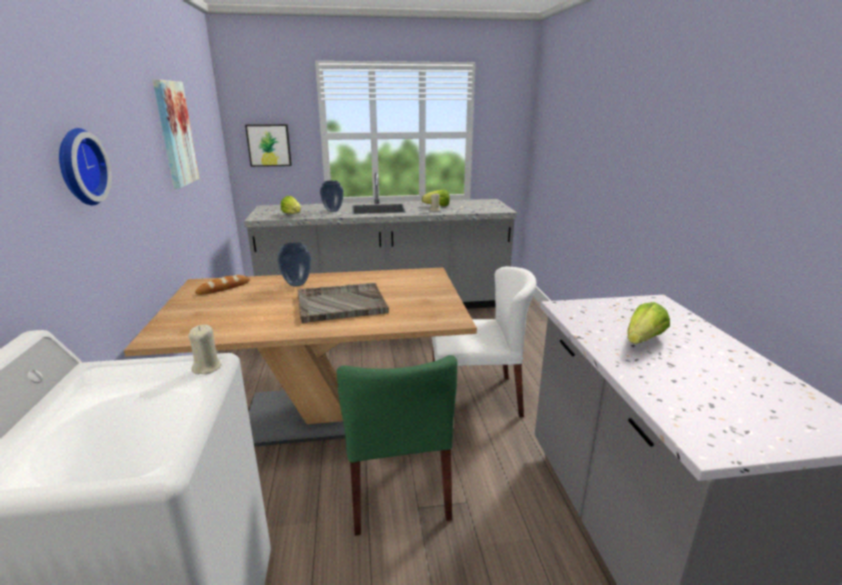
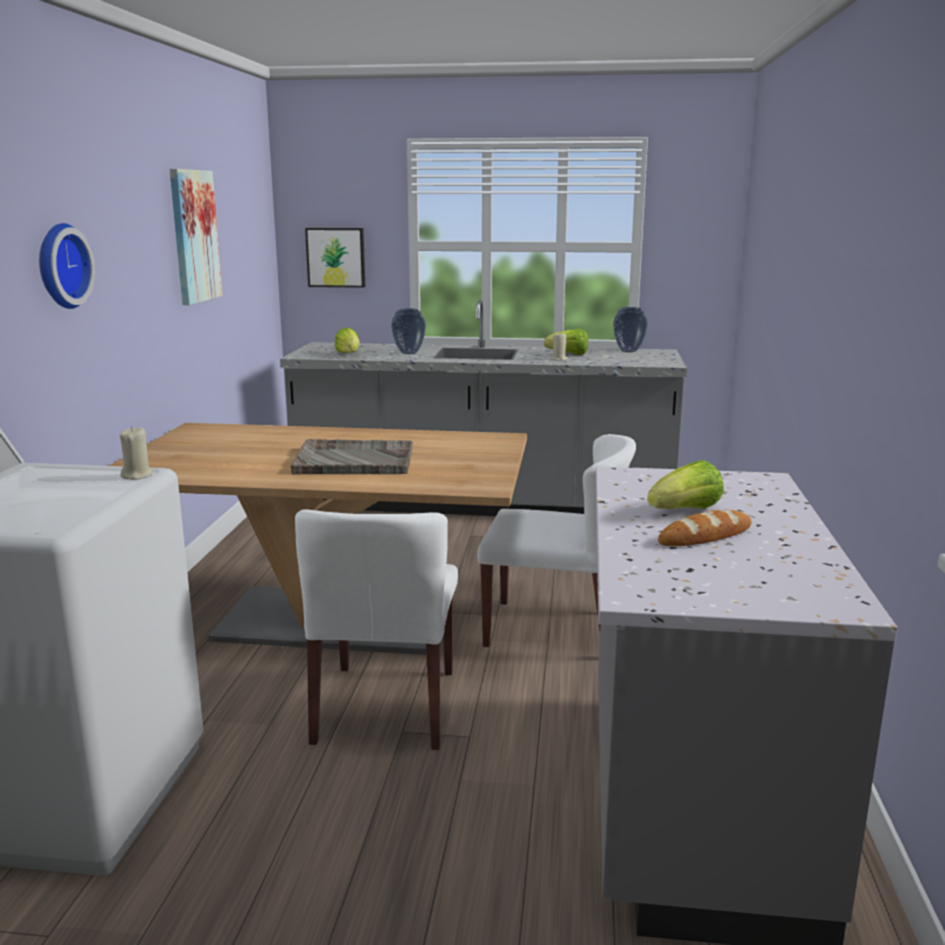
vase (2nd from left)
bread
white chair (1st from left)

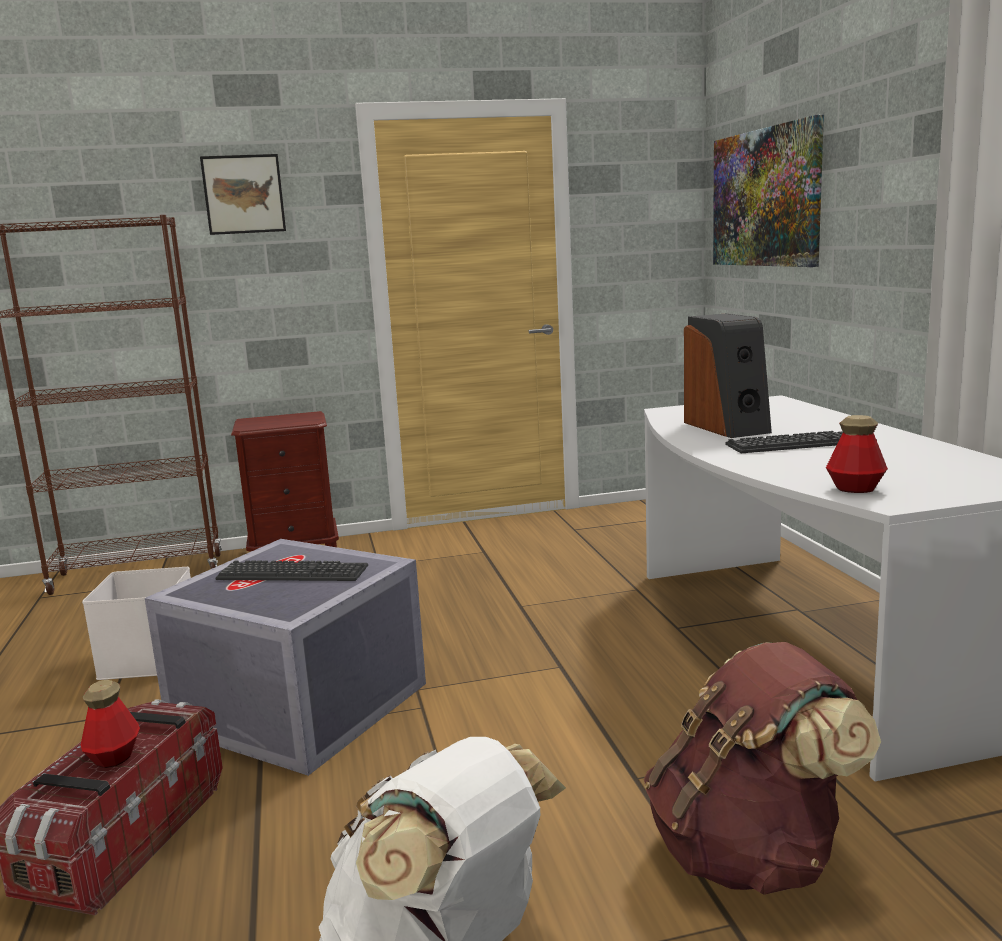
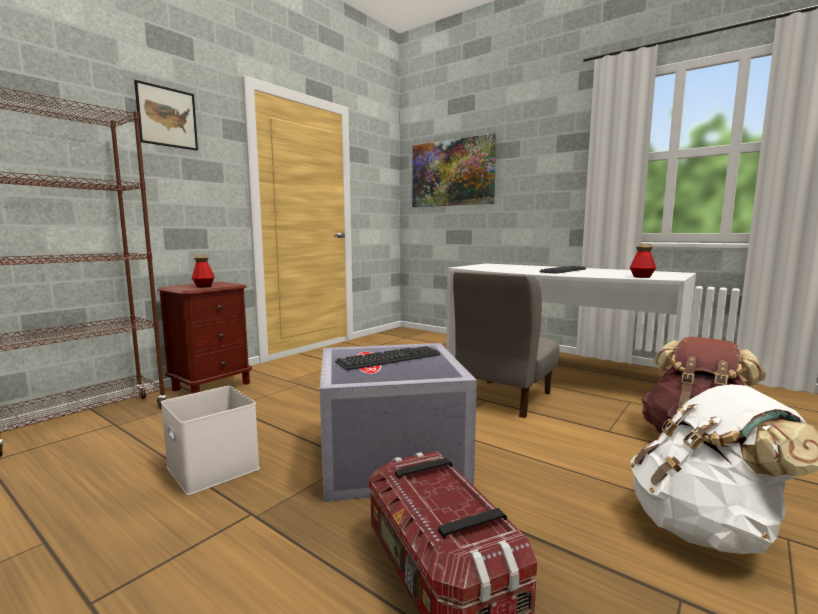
audio speaker
drink bottle (1st from left)
gray chair

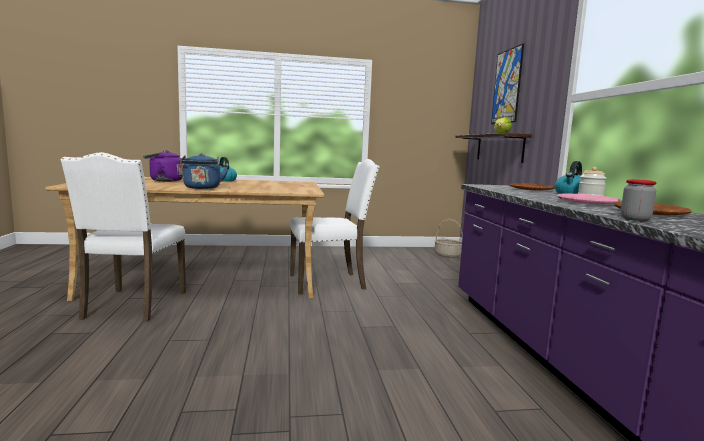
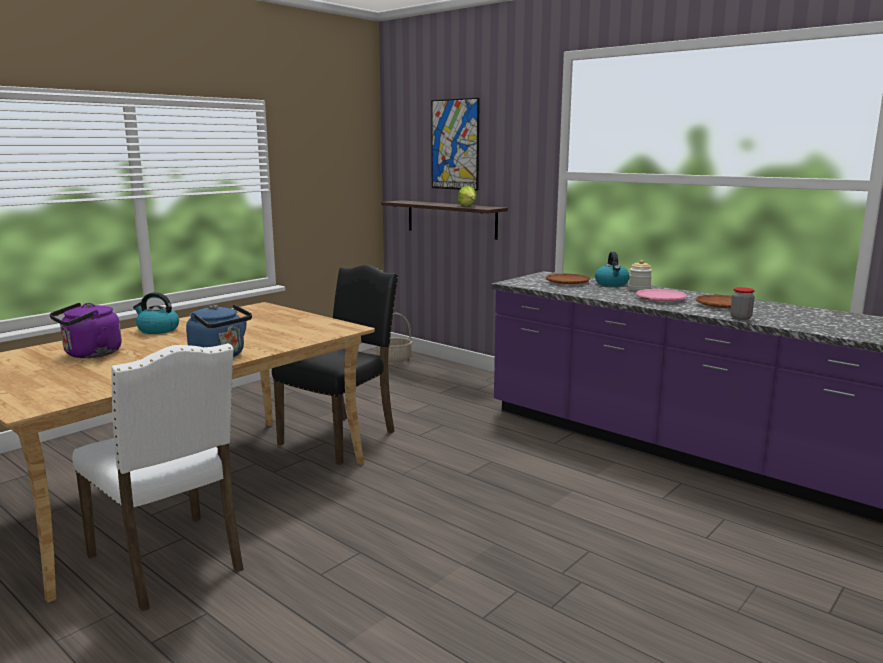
black chair

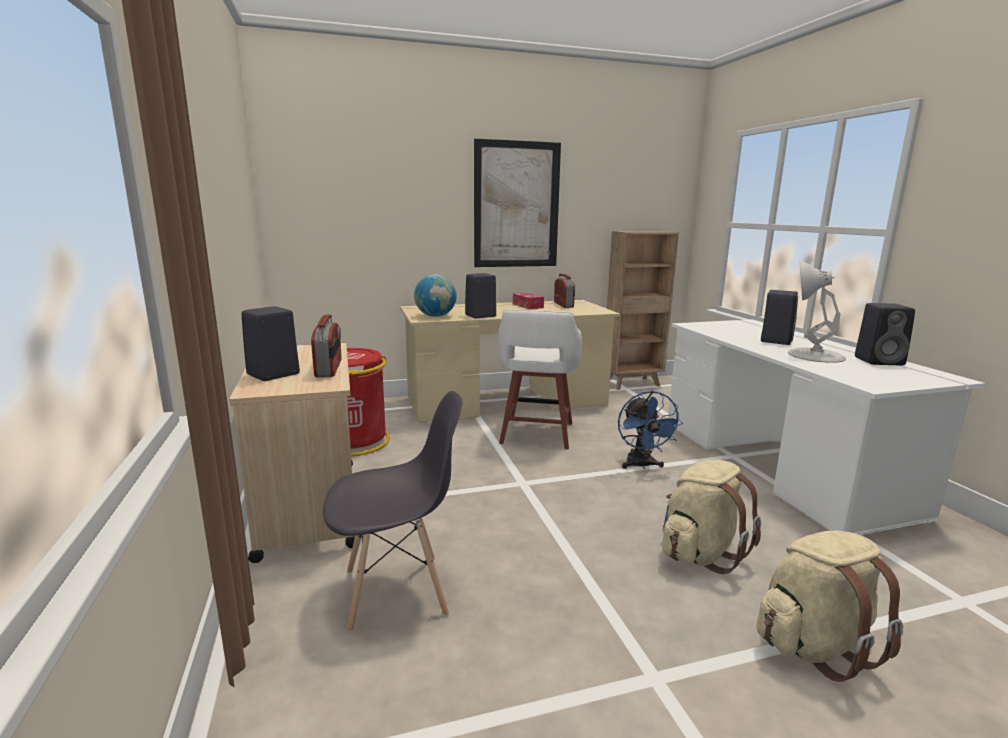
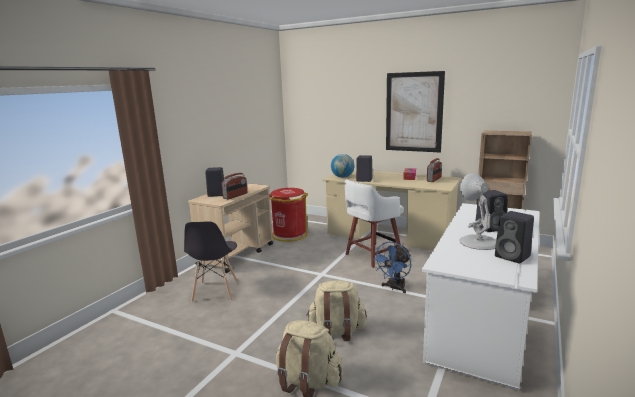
gray chair

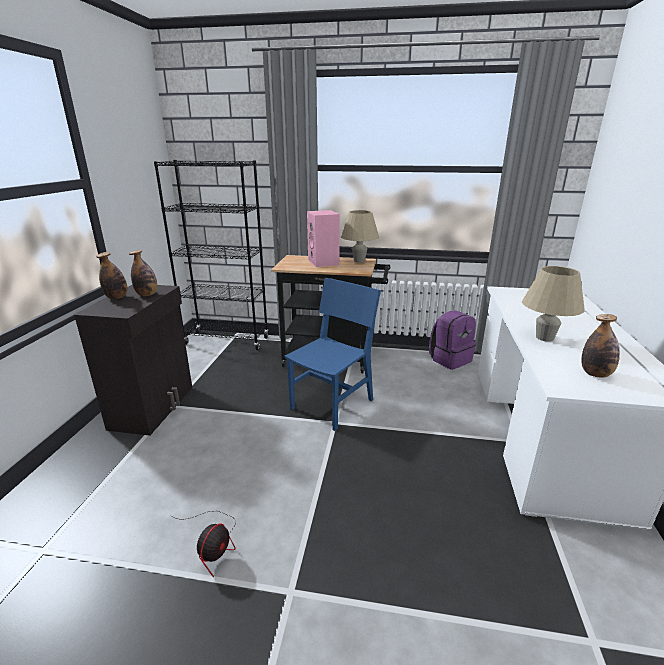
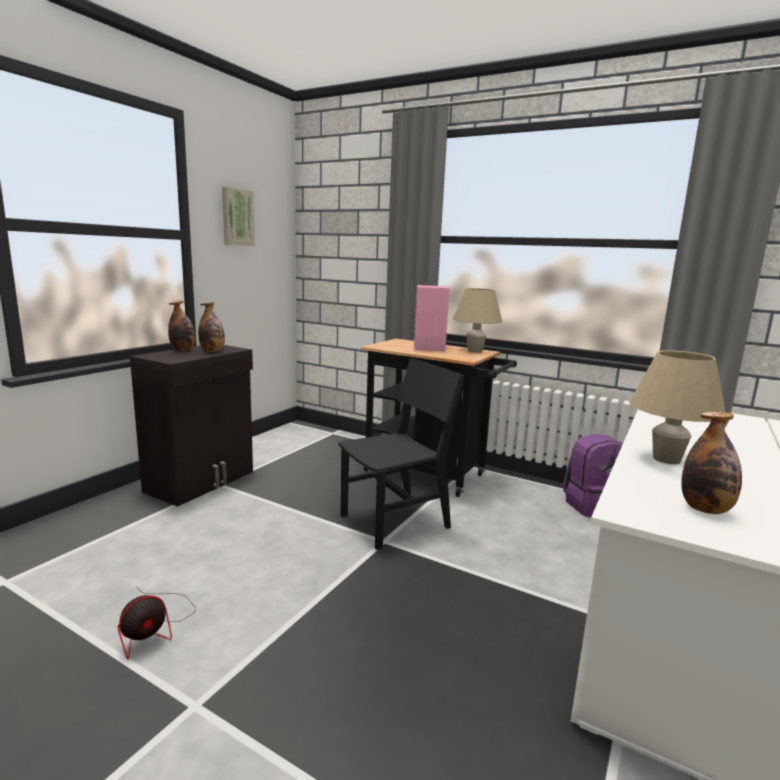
black bookcase
black chair
wall picture

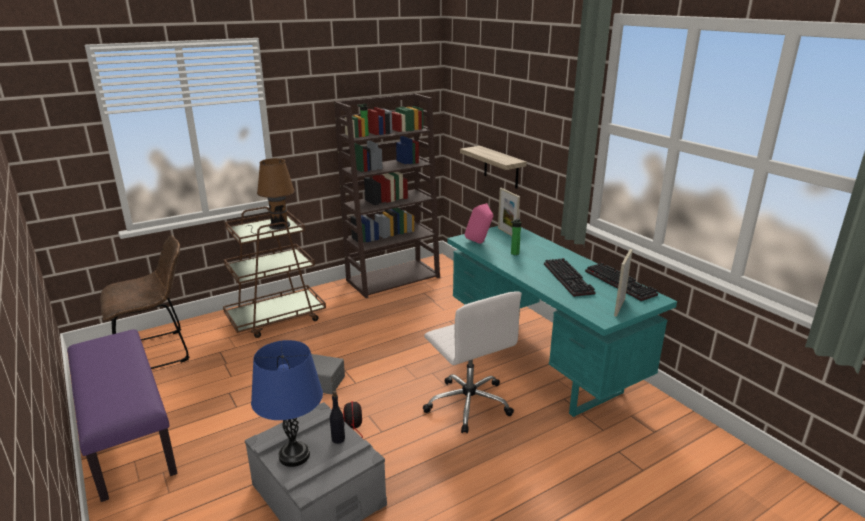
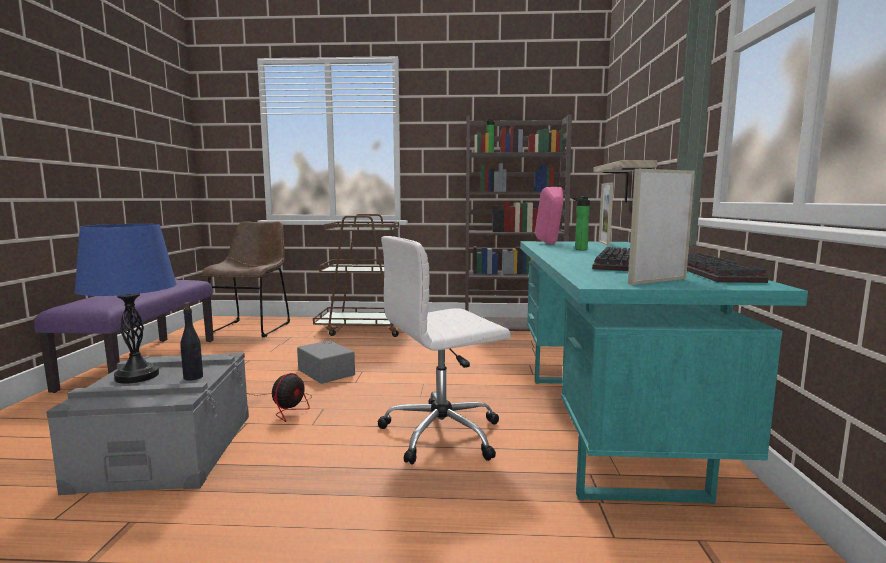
brown table lamp
brown chair
white office chair

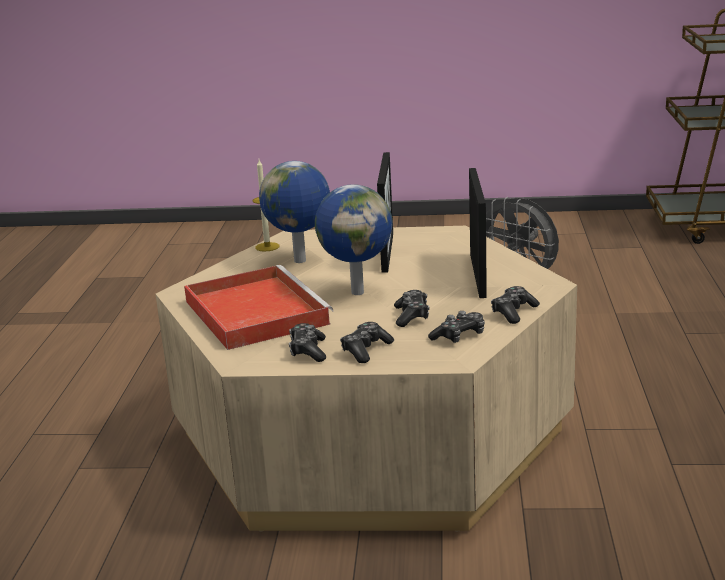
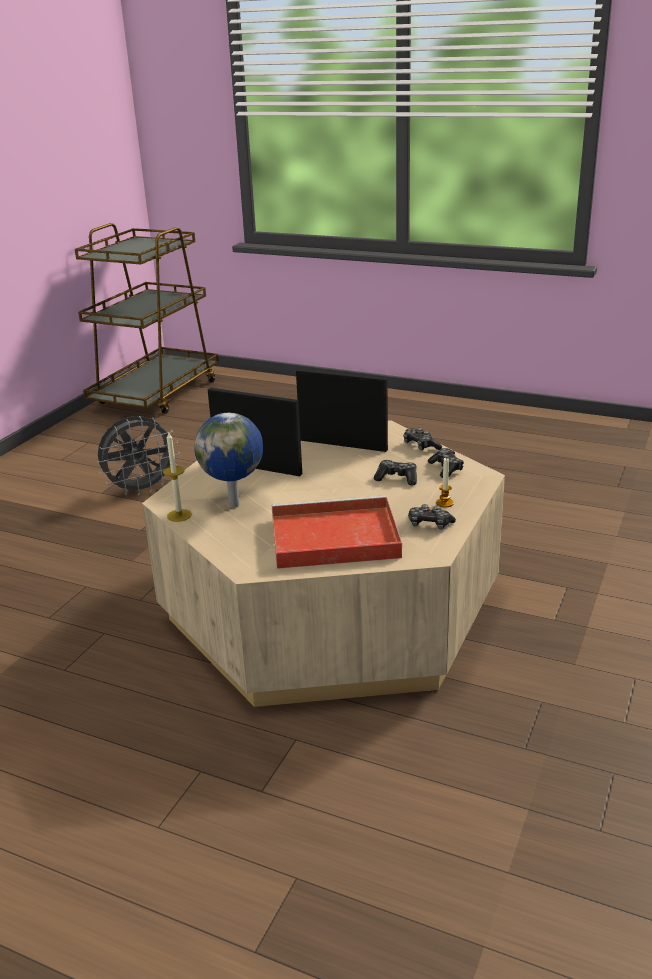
world globe (2nd from left in the first image)
wax candle (2nd from left)

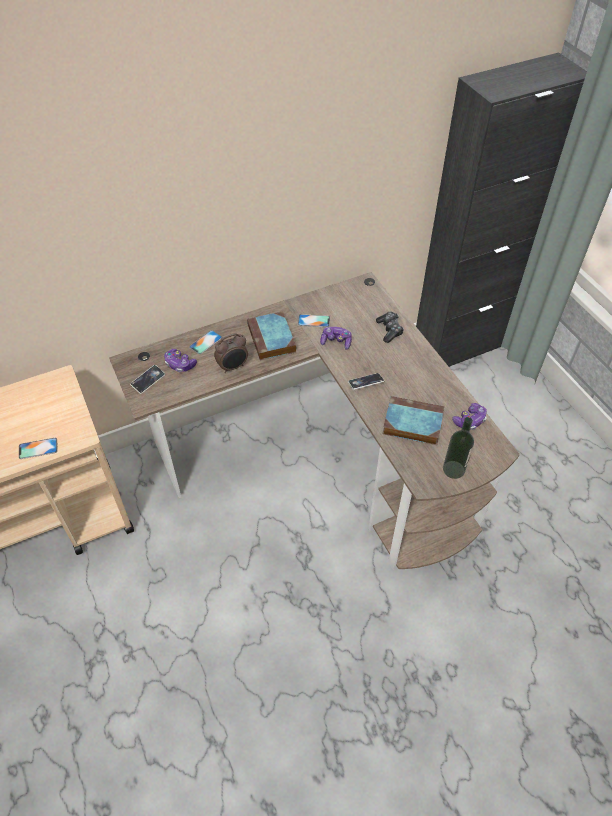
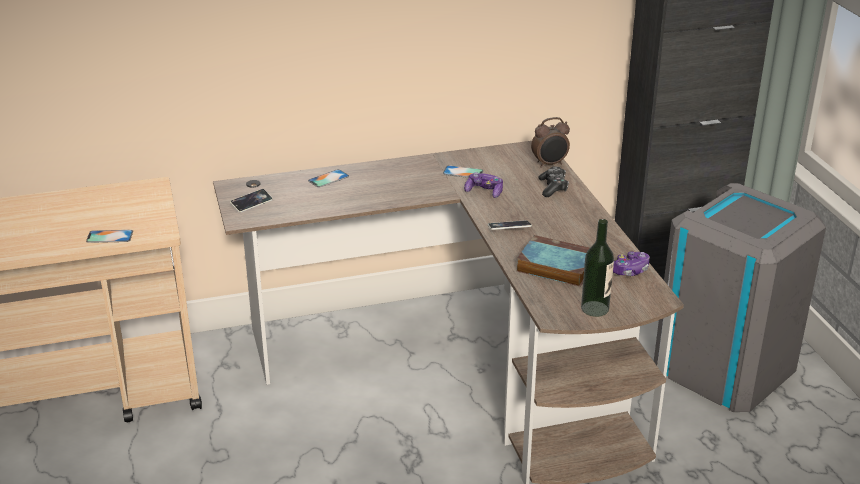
bound book (1st from left in the first image)
bedside clock
gamepad (1st from left in the first image)
gray rubbish bin

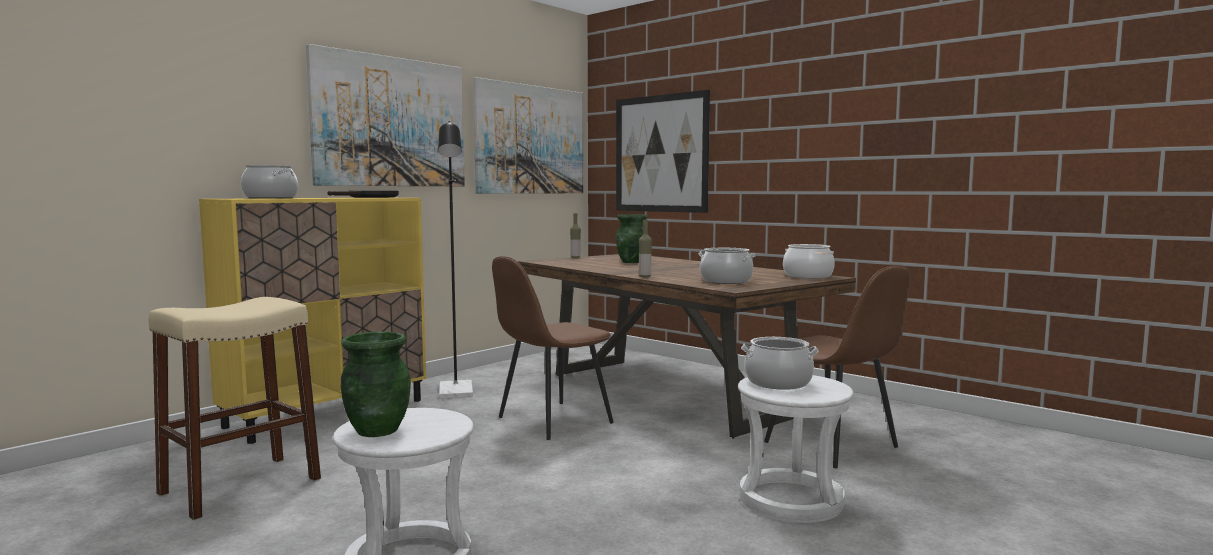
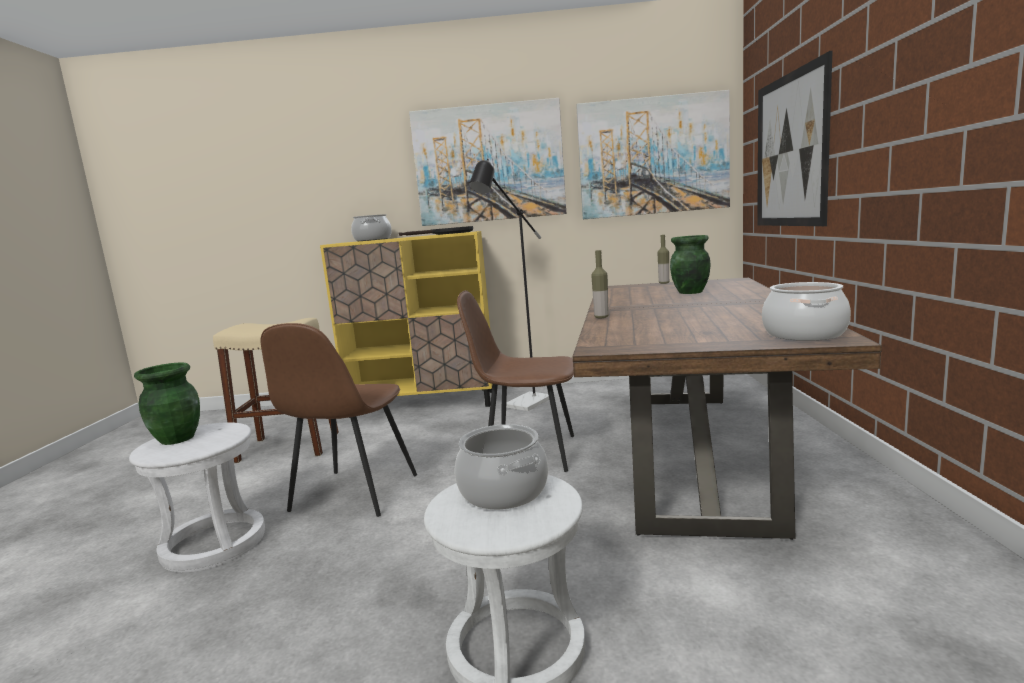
stockpot (2nd from left in the first image)
brown chair (1st from left)

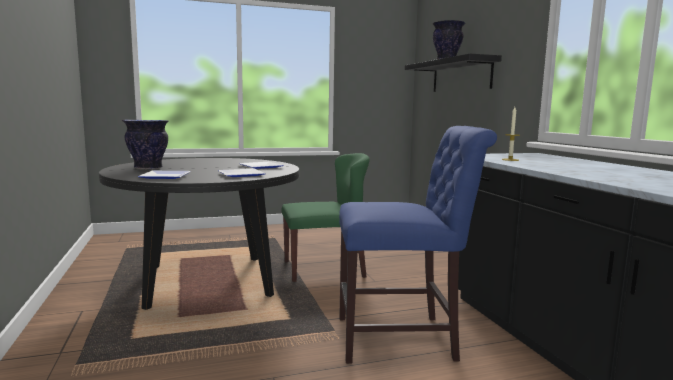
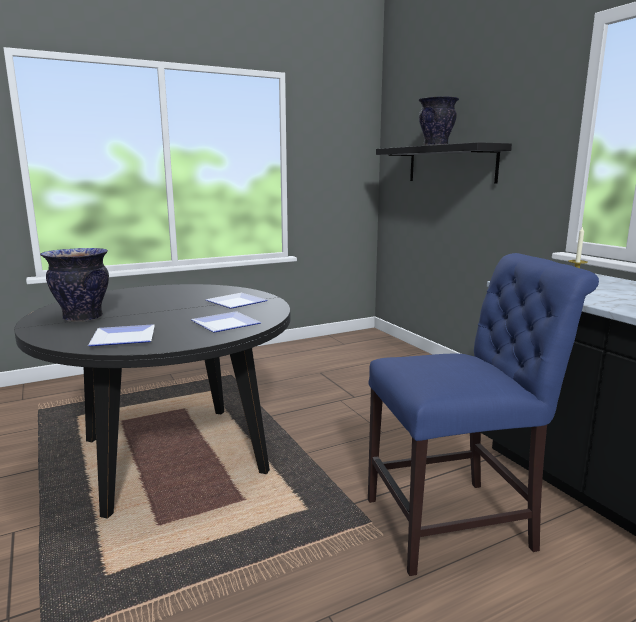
green chair

